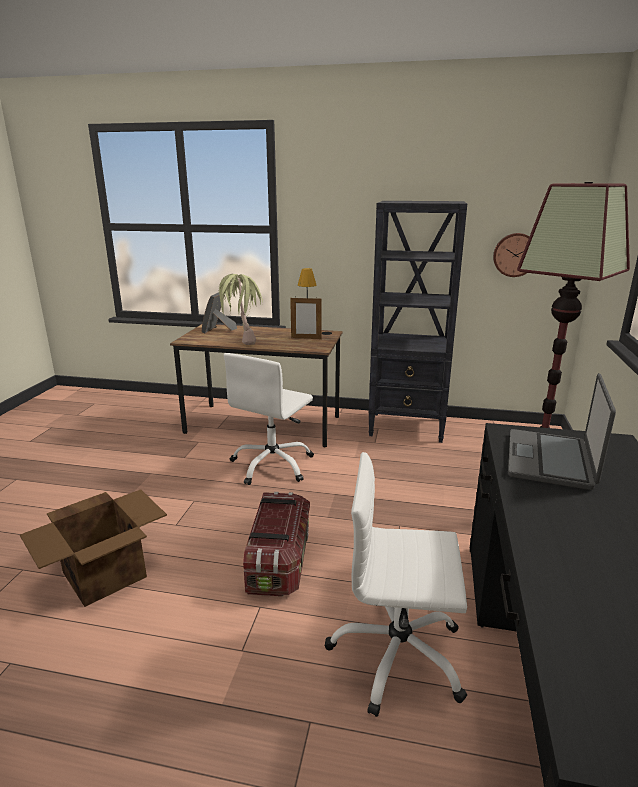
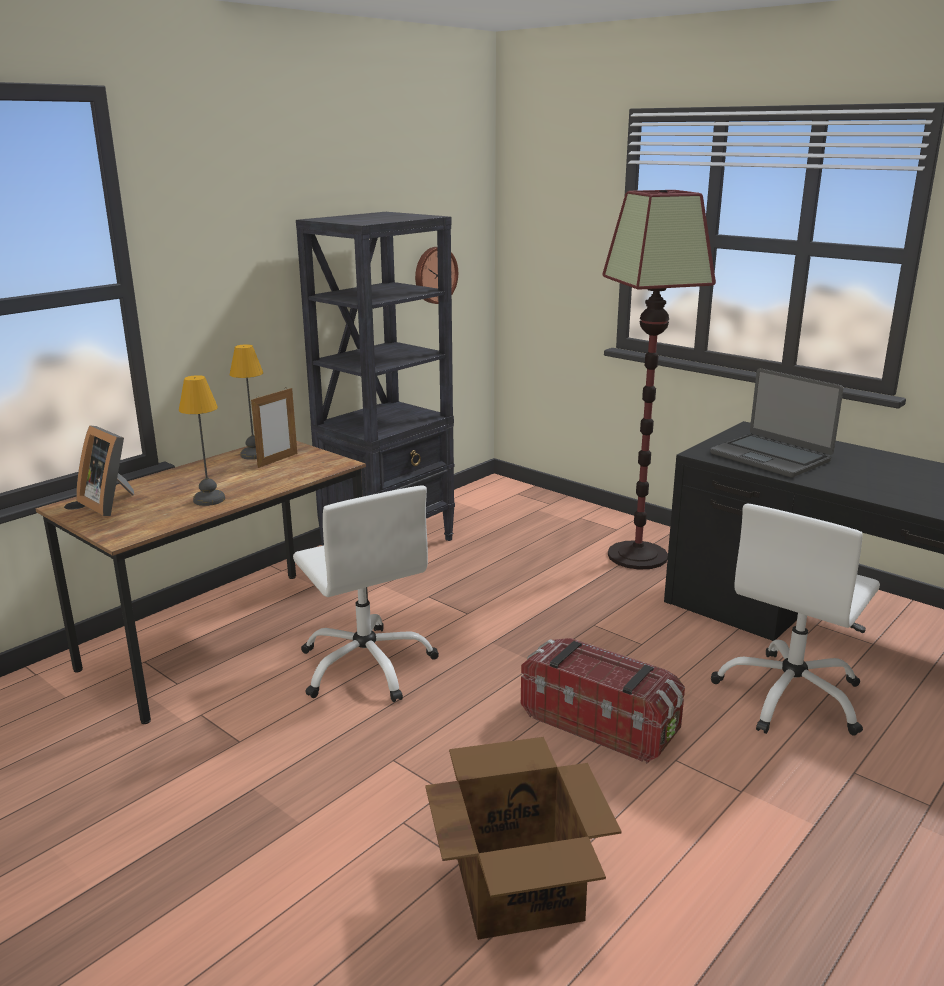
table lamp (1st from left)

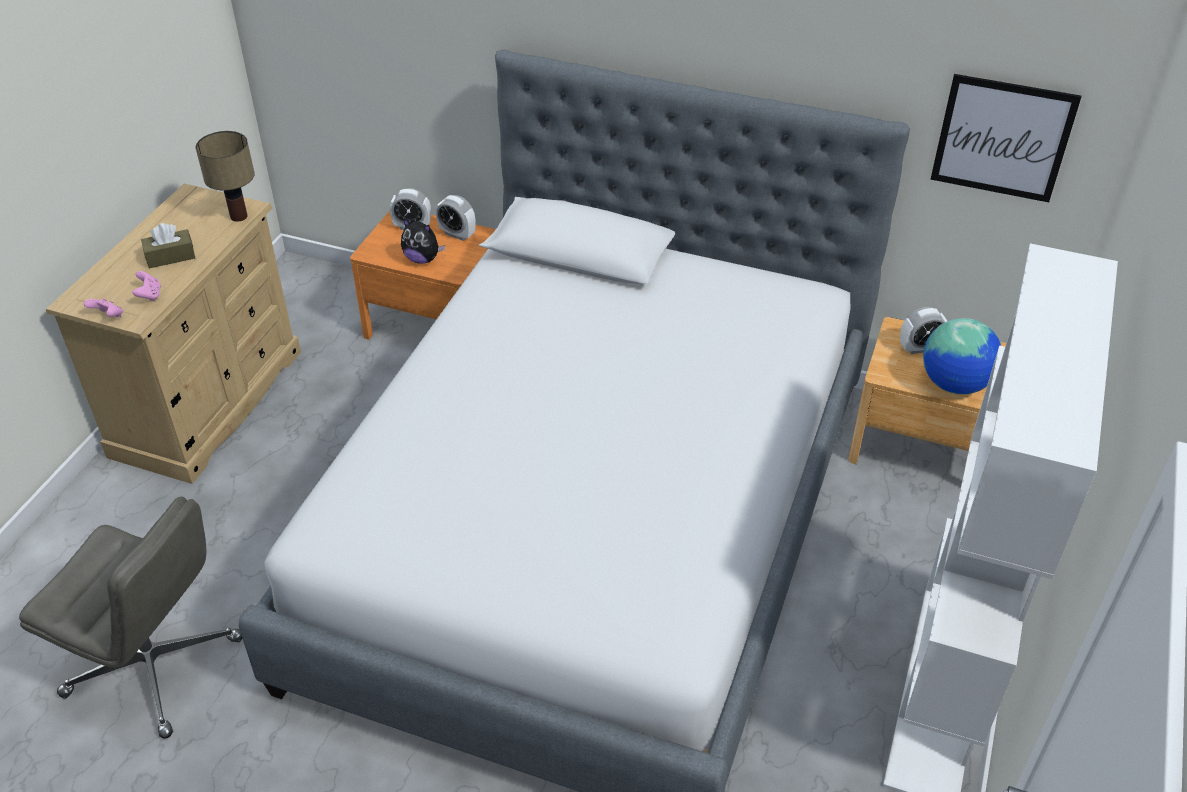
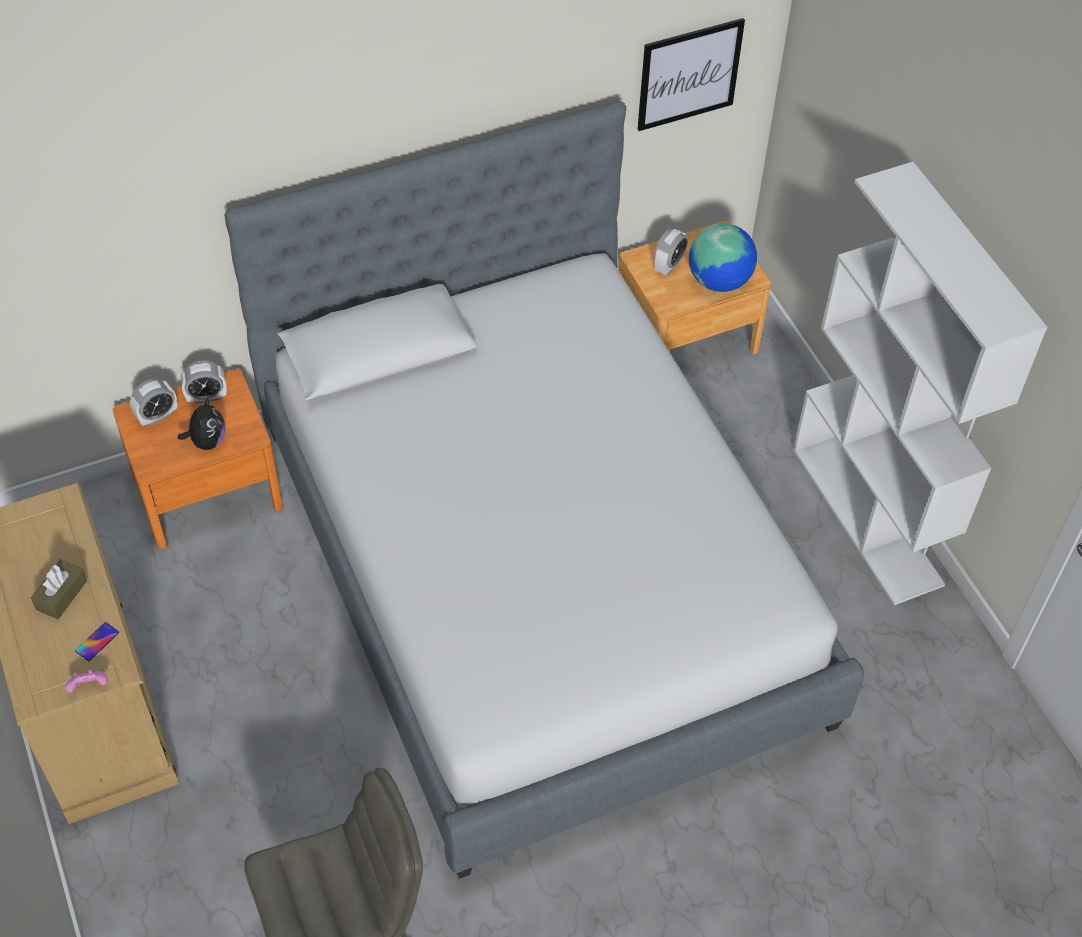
table lamp
soft toy
handset

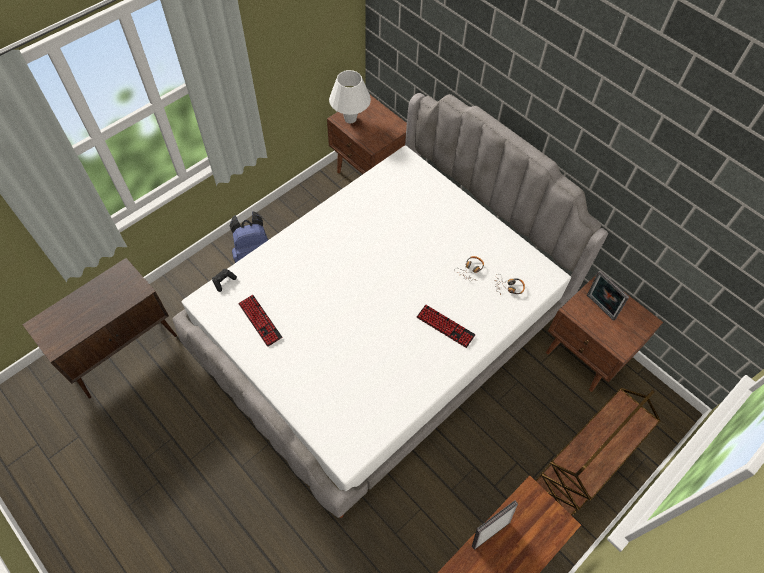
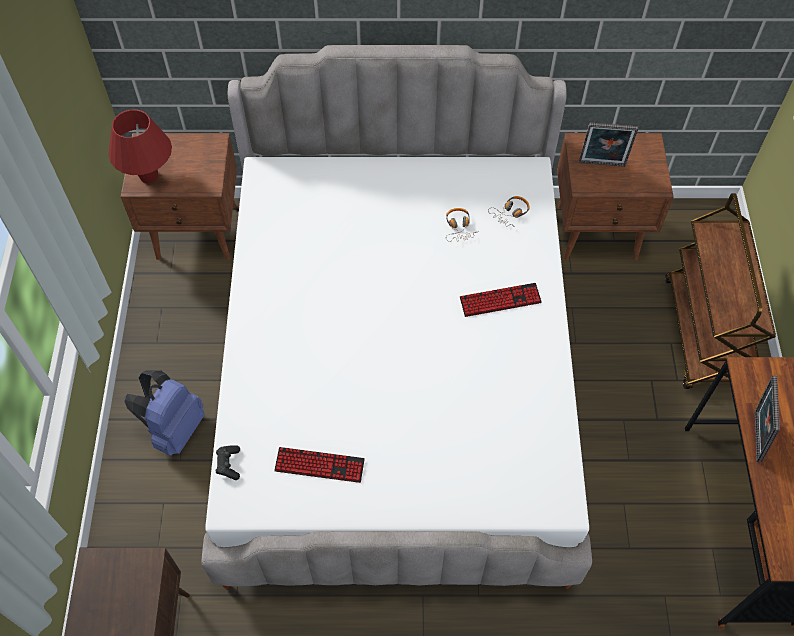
red table lamp

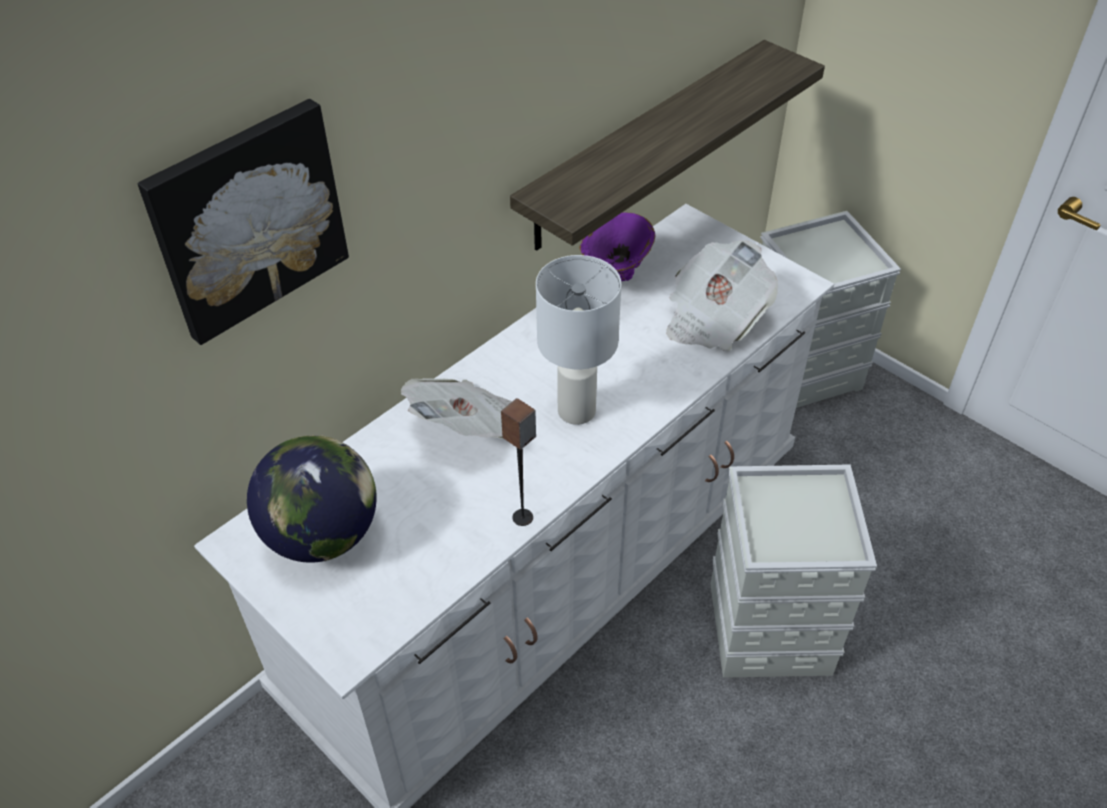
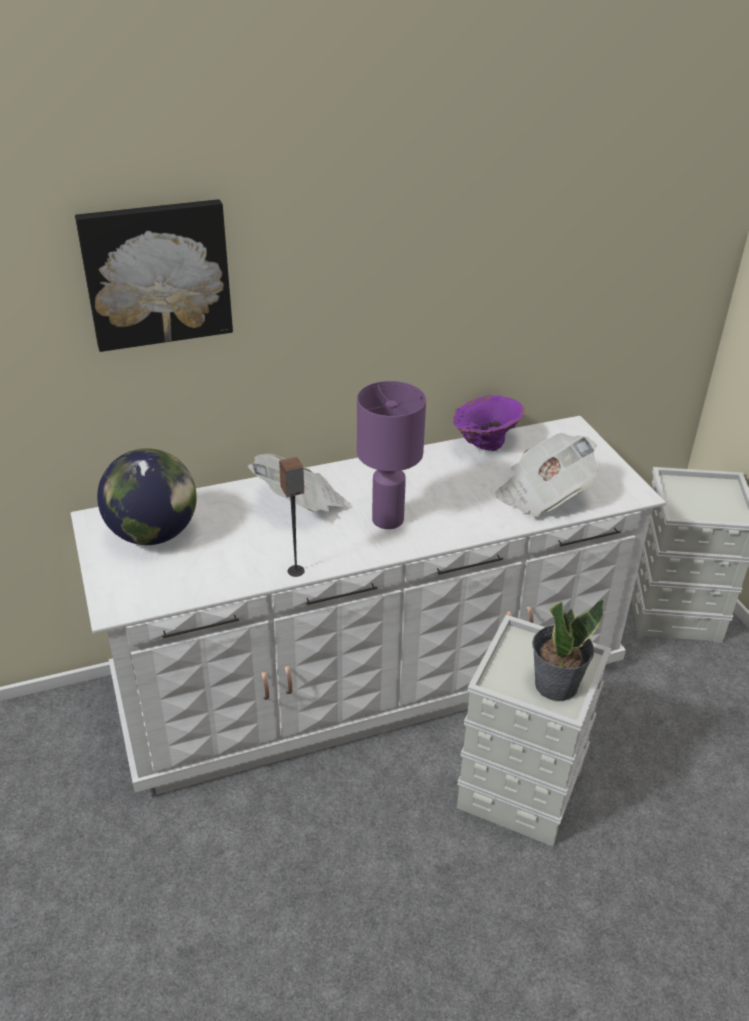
shelf
purplish table lamp
houseplant

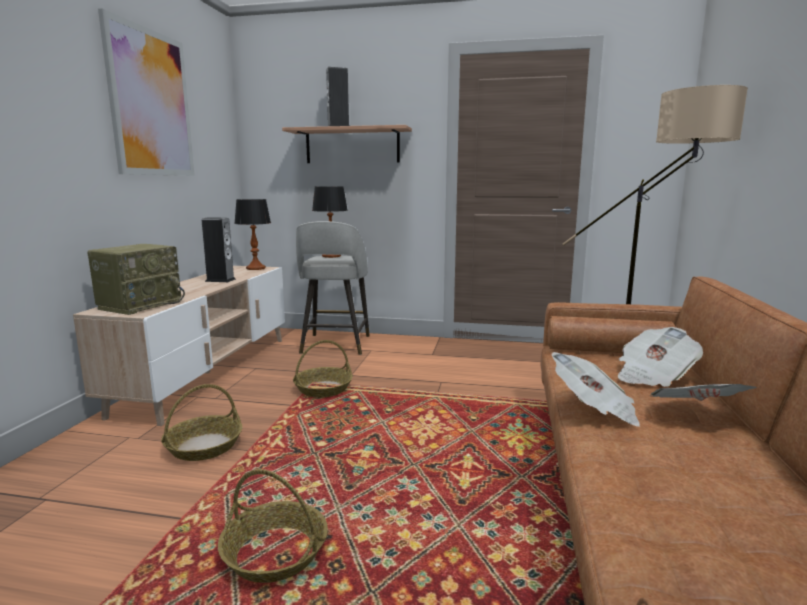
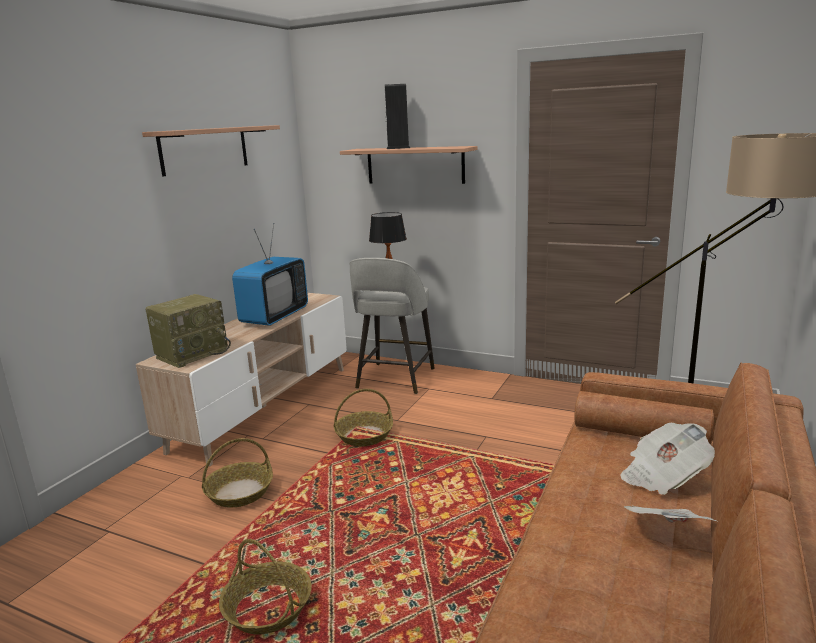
shelf (1st from left)
table lamp (1st from left in the first image)
television
daily paper (1st from left in the first image)

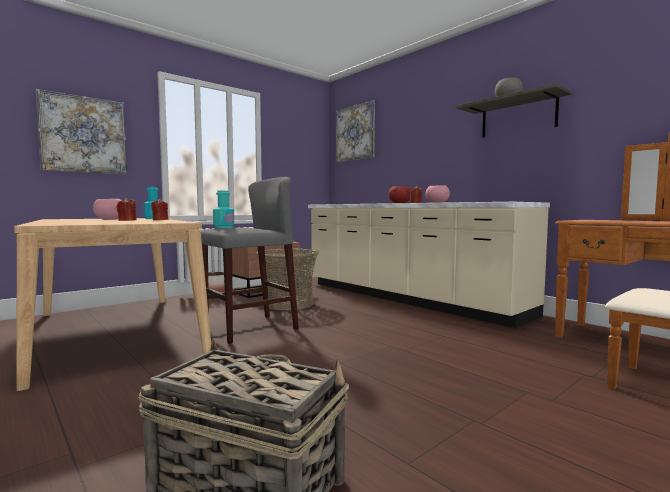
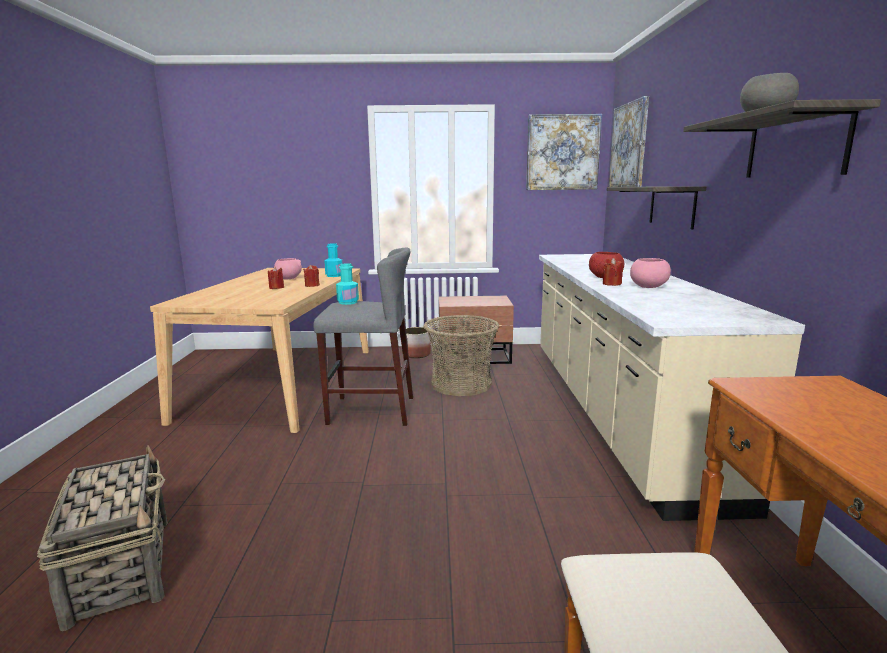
wall picture (1st from left)
shelf (1st from left)

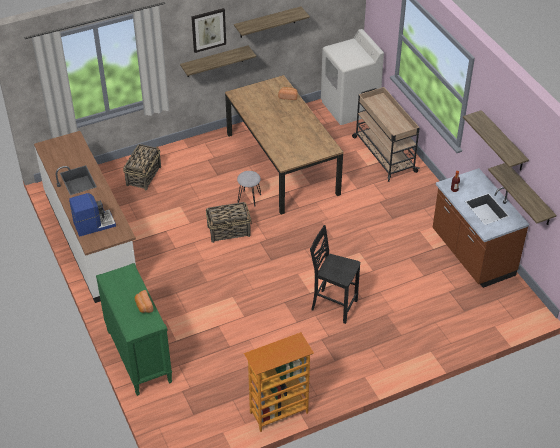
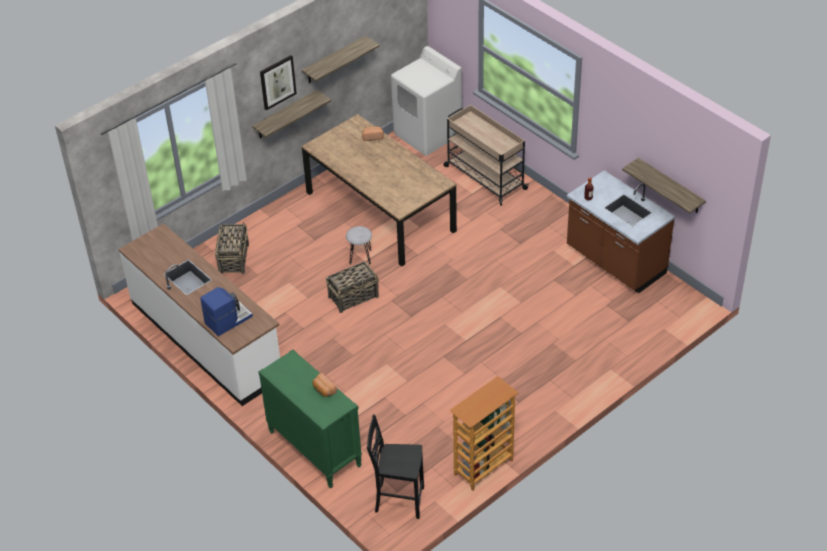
shelf (3rd from left in the first image)
black chair

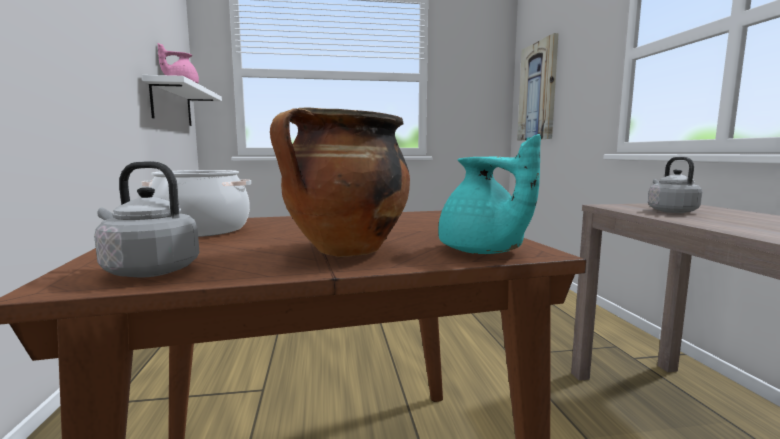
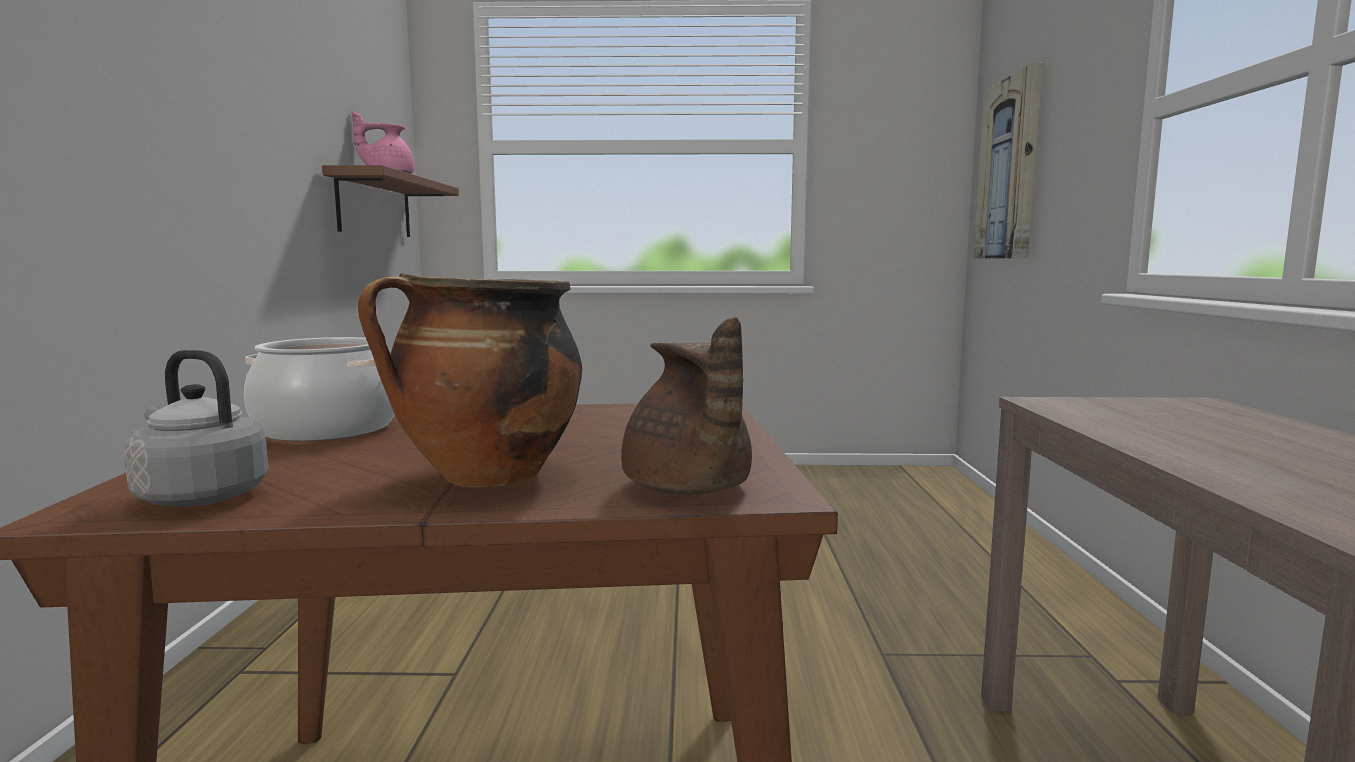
brown shelf
brown pot for tea
gray kettle (2nd from left in the first image)

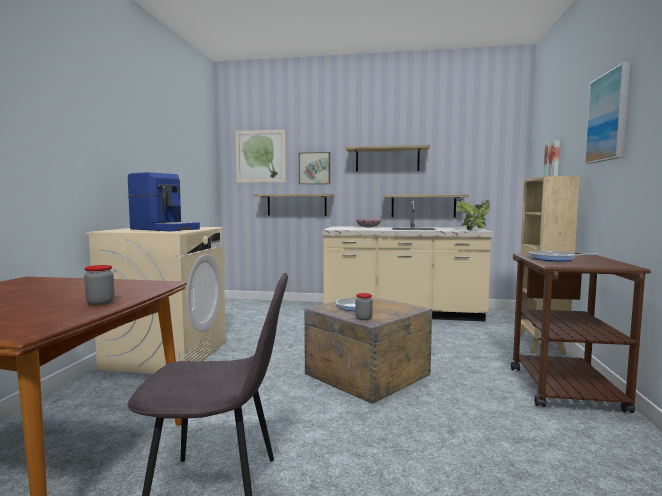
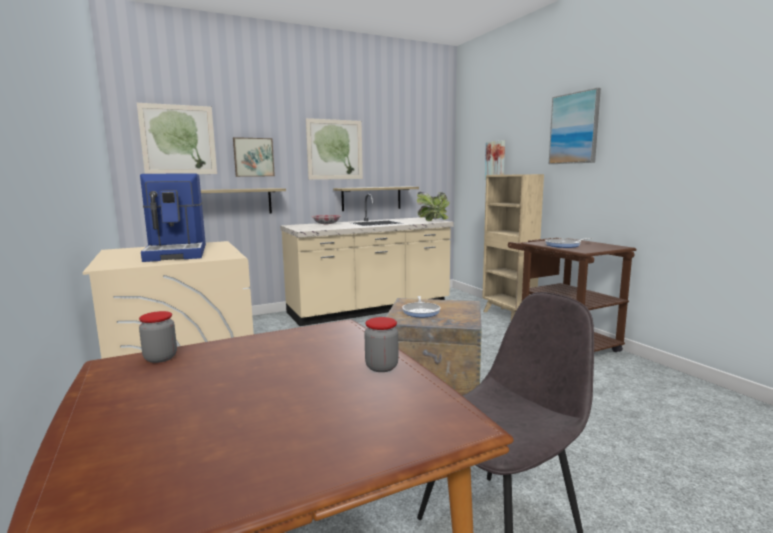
wall picture (3rd from left)
coffee brewer
jar (1st from left)

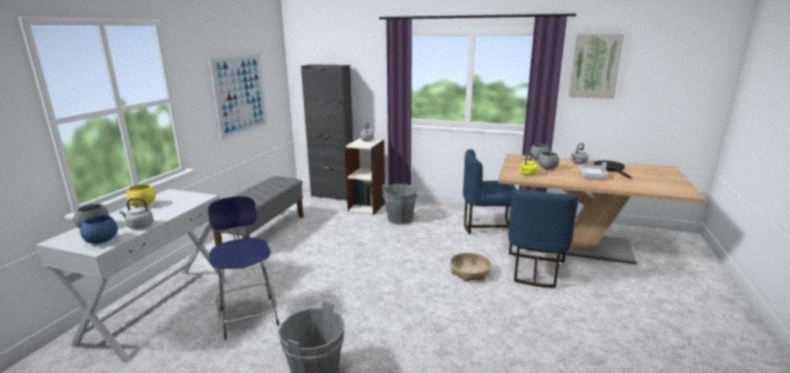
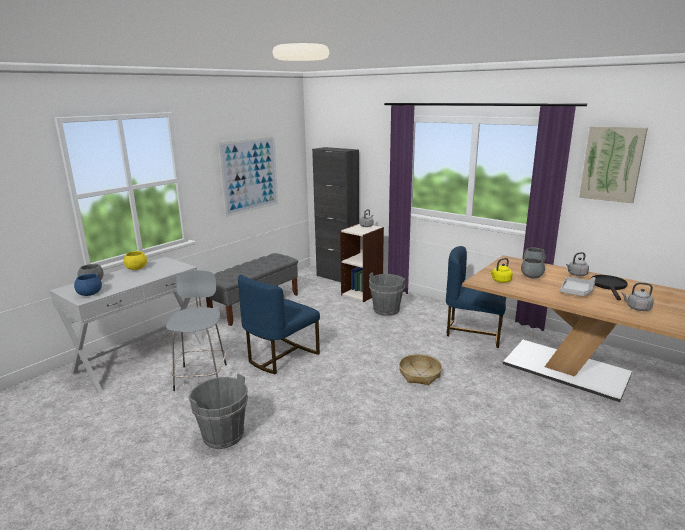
blue-coloured chair (1st from left)
gray stool seat
gray kettle (3rd from left)

